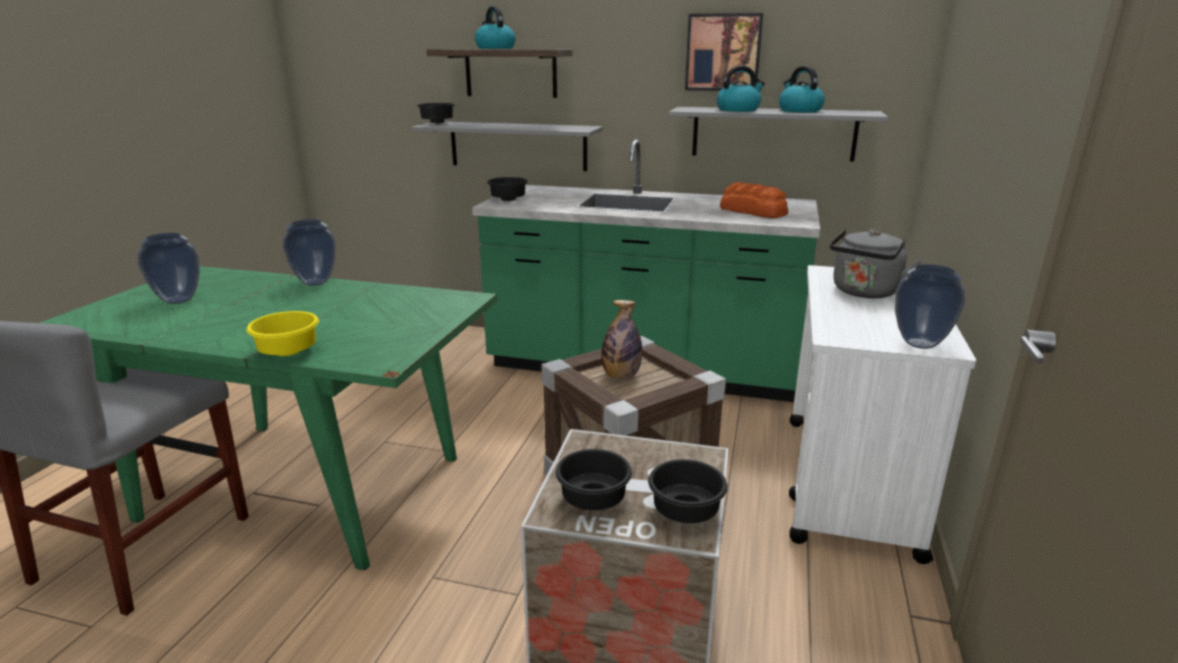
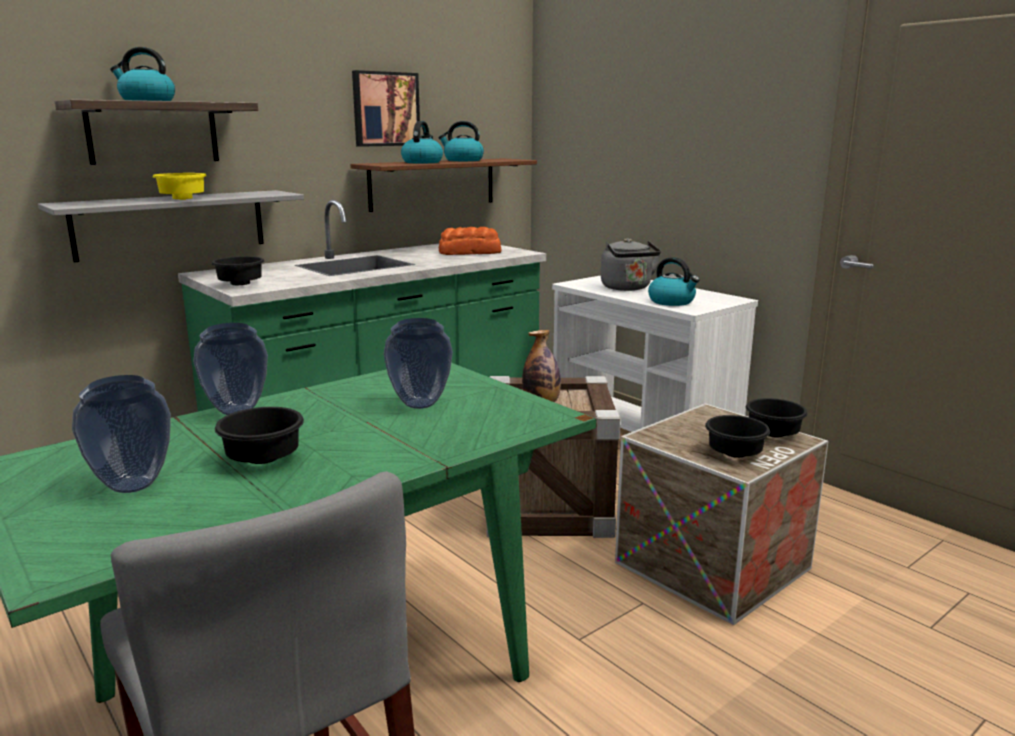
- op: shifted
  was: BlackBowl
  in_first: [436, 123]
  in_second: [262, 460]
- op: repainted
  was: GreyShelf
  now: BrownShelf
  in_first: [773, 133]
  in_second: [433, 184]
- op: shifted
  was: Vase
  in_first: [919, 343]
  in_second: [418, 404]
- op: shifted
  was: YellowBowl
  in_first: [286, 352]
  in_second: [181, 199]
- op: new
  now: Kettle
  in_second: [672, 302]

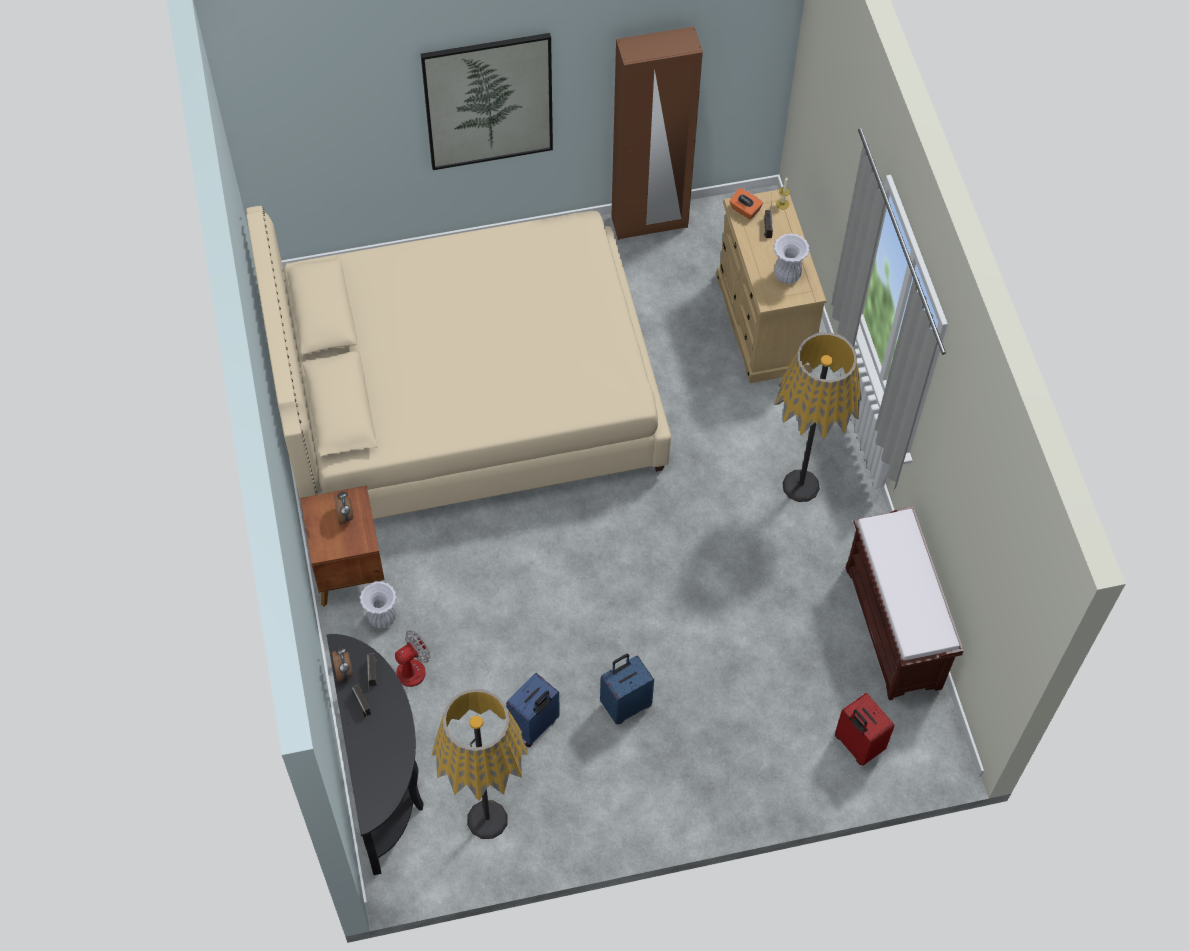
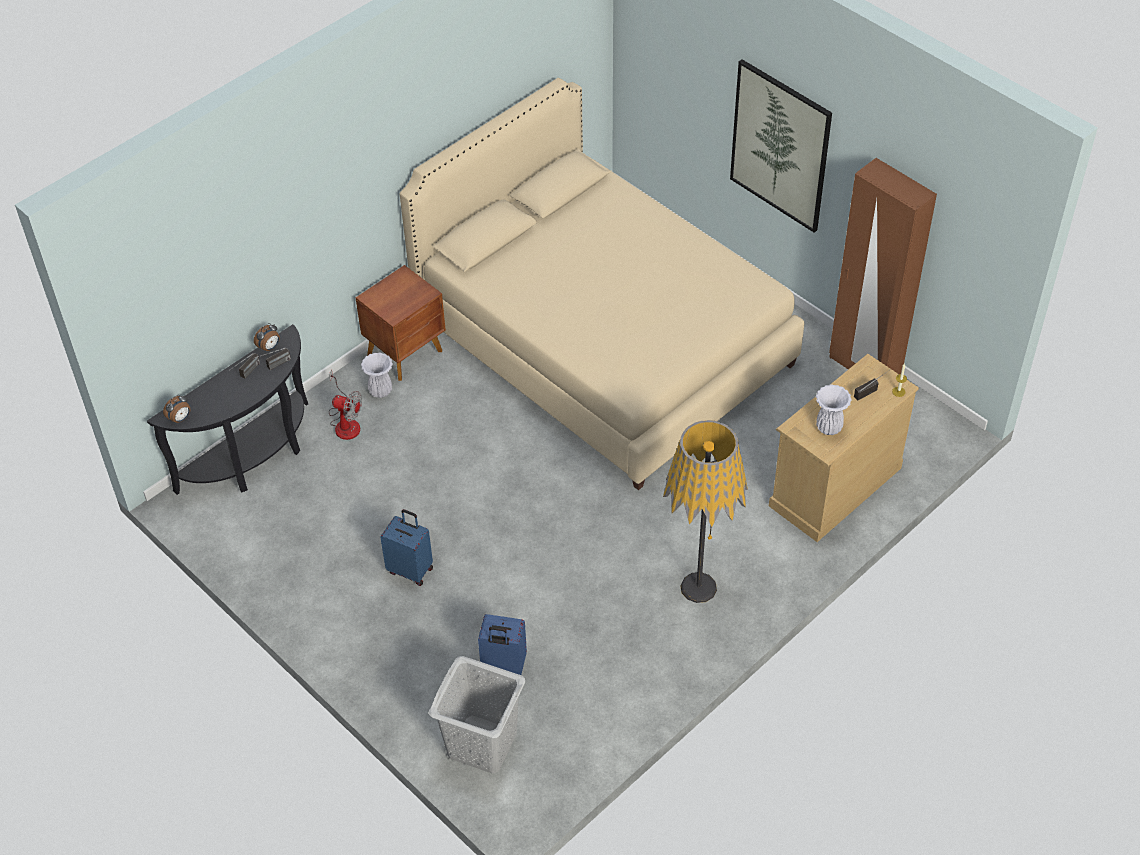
- op: gone
  was: OrangeTissueBox
  in_first: [744, 210]
- op: shifted
  was: AlarmClock
  in_first: [345, 516]
  in_second: [180, 419]
- op: gone
  was: BrownBench
  in_first: [894, 628]
- op: shifted
  was: BlueSuitcase
  in_first: [534, 726]
  in_second: [503, 667]
- op: gone
  was: FloorLamp
  in_first: [487, 820]
- op: swapped
  was: RedSuitcase
  now: GreyLaundryBasket
  in_first: [857, 745]
  in_second: [482, 743]

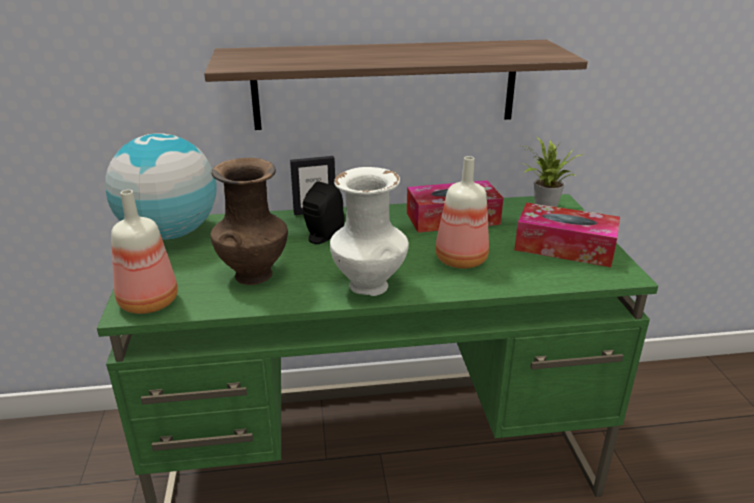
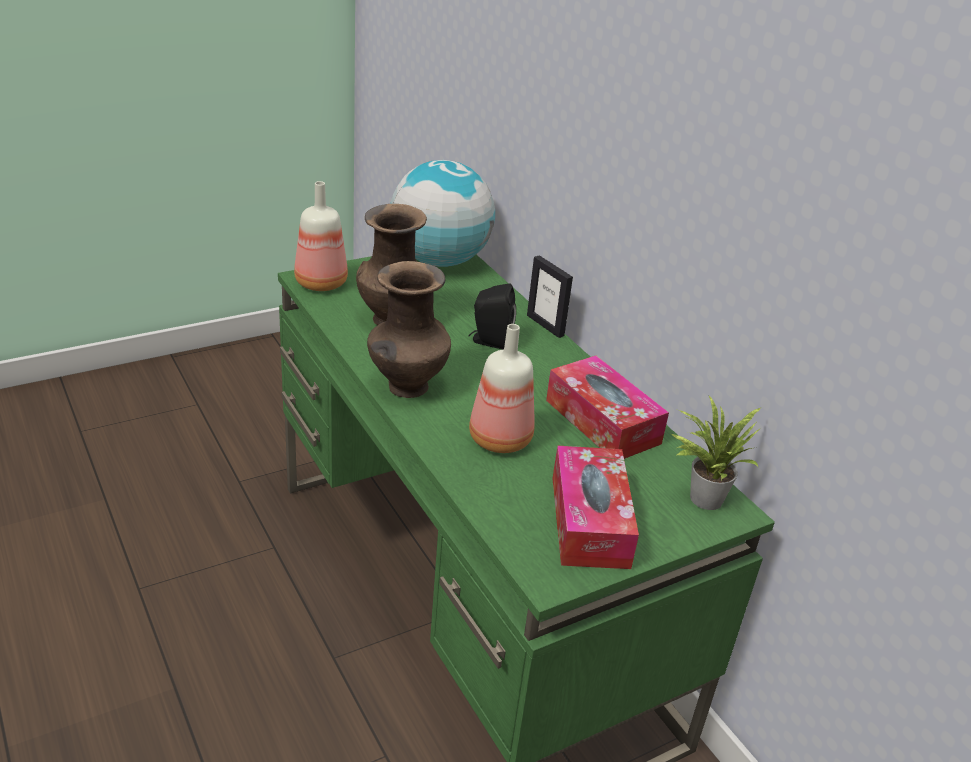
- op: gone
  was: Shelf
  in_first: [385, 84]
- op: repainted
  was: WhiteVase
  now: BrownVase
  in_first: [370, 287]
  in_second: [406, 387]

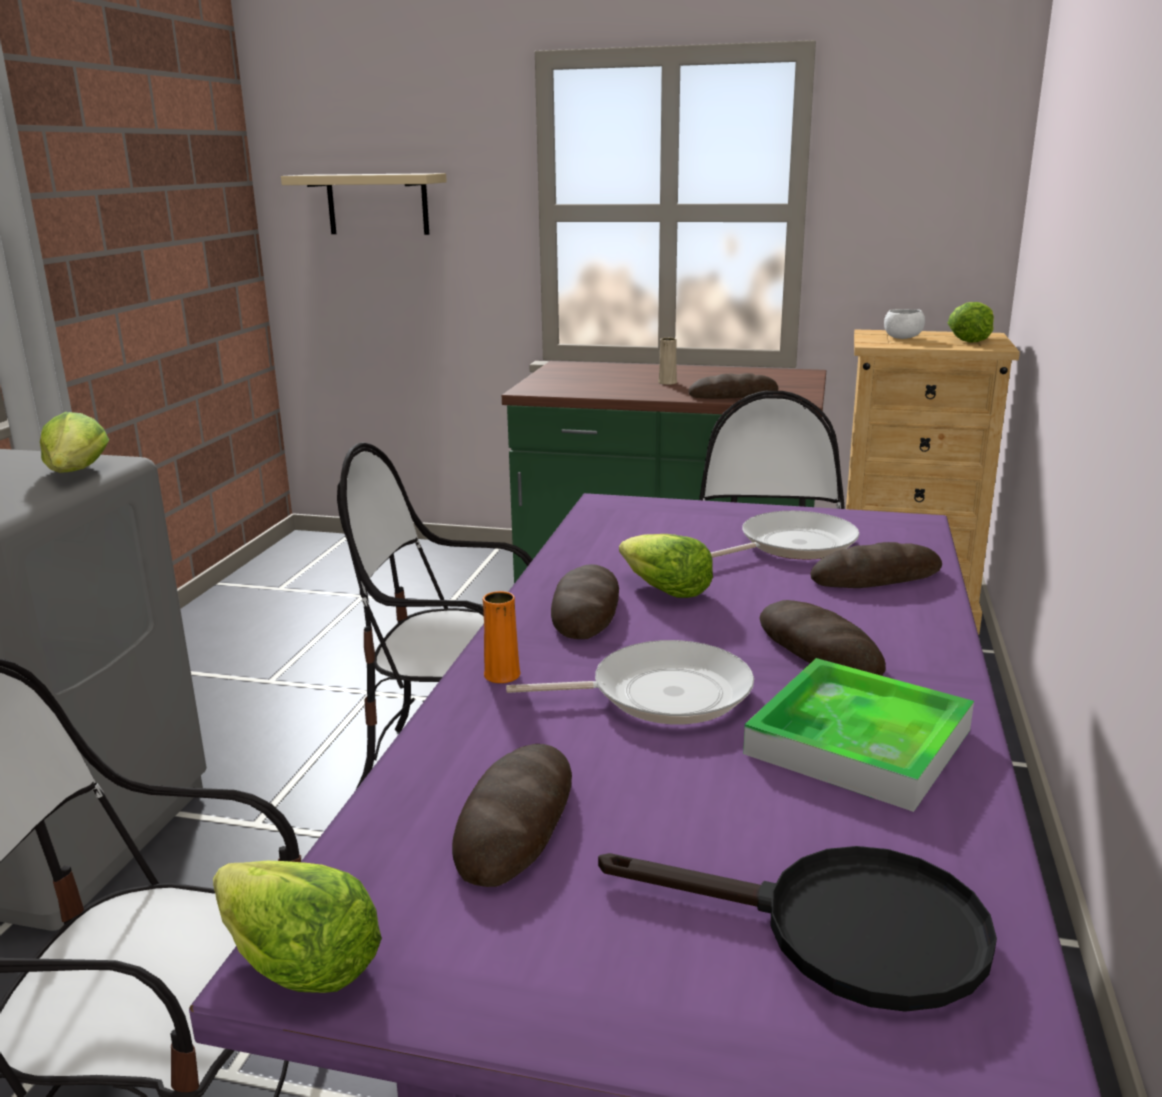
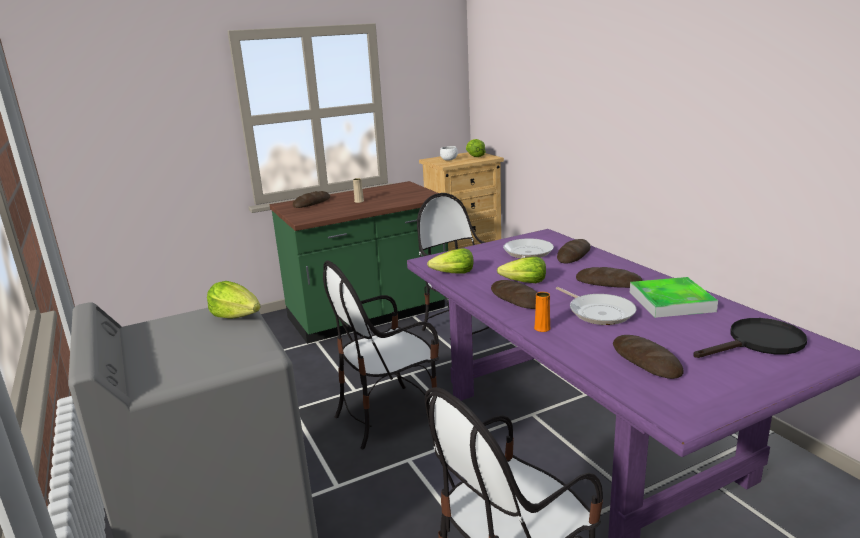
- op: gone
  was: BeigeShelf
  in_first: [377, 204]
- op: shifted
  was: Bread
  in_first: [733, 395]
  in_second: [312, 203]
- op: rotated
  was: FryingPan
  in_first: [661, 694]
  in_second: [599, 312]
  clockwise: 105
- op: shifted
  was: Lettuce
  in_first: [296, 963]
  in_second: [453, 274]

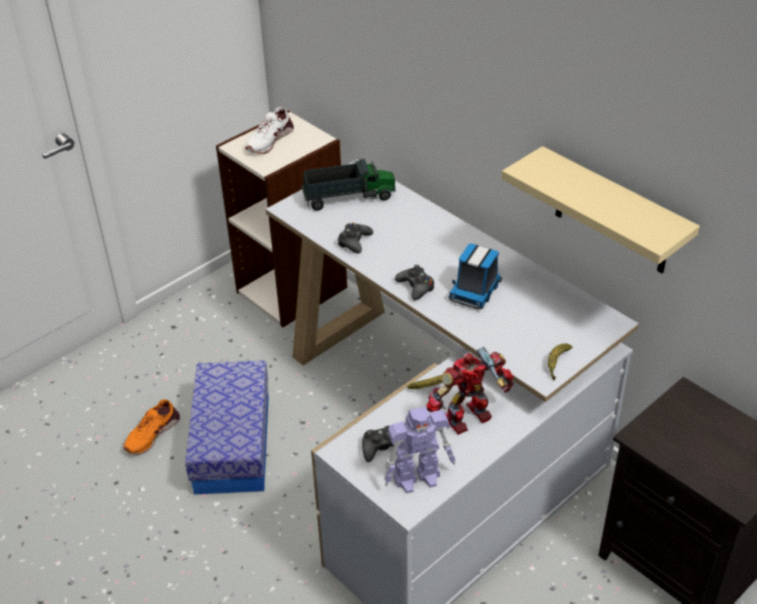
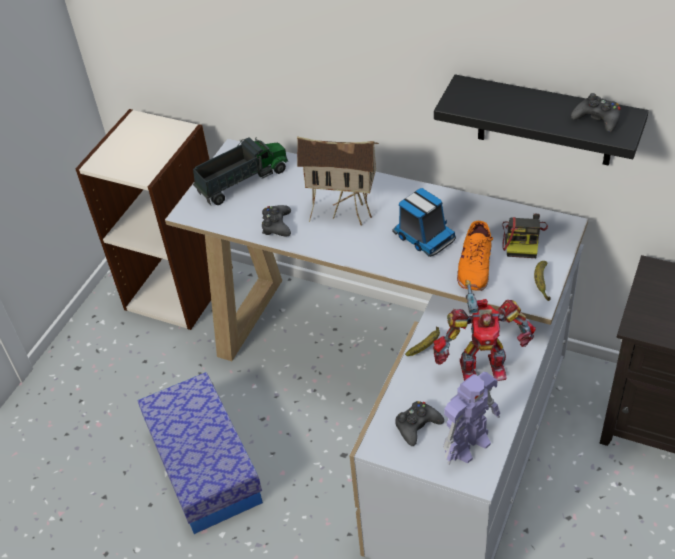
- op: gone
  was: WhiteShoe
  in_first: [269, 140]
- op: repainted
  was: BeigeShelf
  now: BlackShelf
  in_first: [612, 213]
  in_second: [545, 121]
- op: rotated
  was: ToyTruck
  in_first: [475, 290]
  in_second: [423, 236]
  clockwise: -45
- op: shifted
  was: BlackGameController
  in_first: [416, 287]
  in_second: [597, 119]
- op: rotated
  was: ToyRobot
  in_first: [469, 420]
  in_second: [481, 366]
  clockwise: -135
- op: shifted
  was: OrangeShoe
  in_first: [151, 434]
  in_second: [474, 265]
- op: new
  now: ToyHouse
  in_second: [343, 211]
- op: new
  now: PhotoCamera
  in_second: [523, 239]

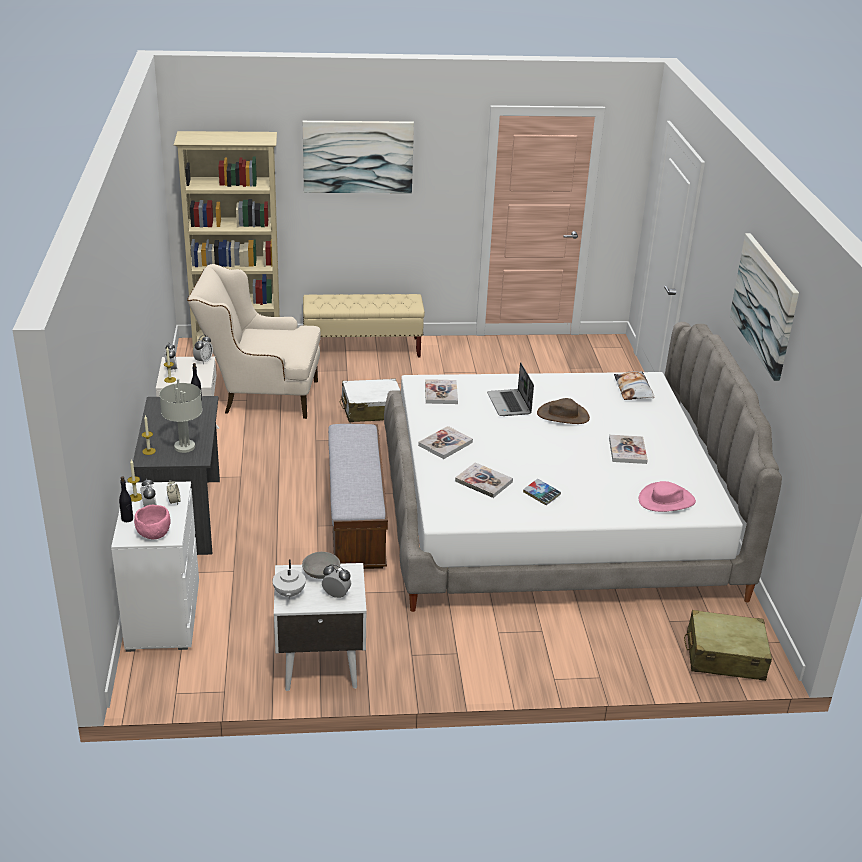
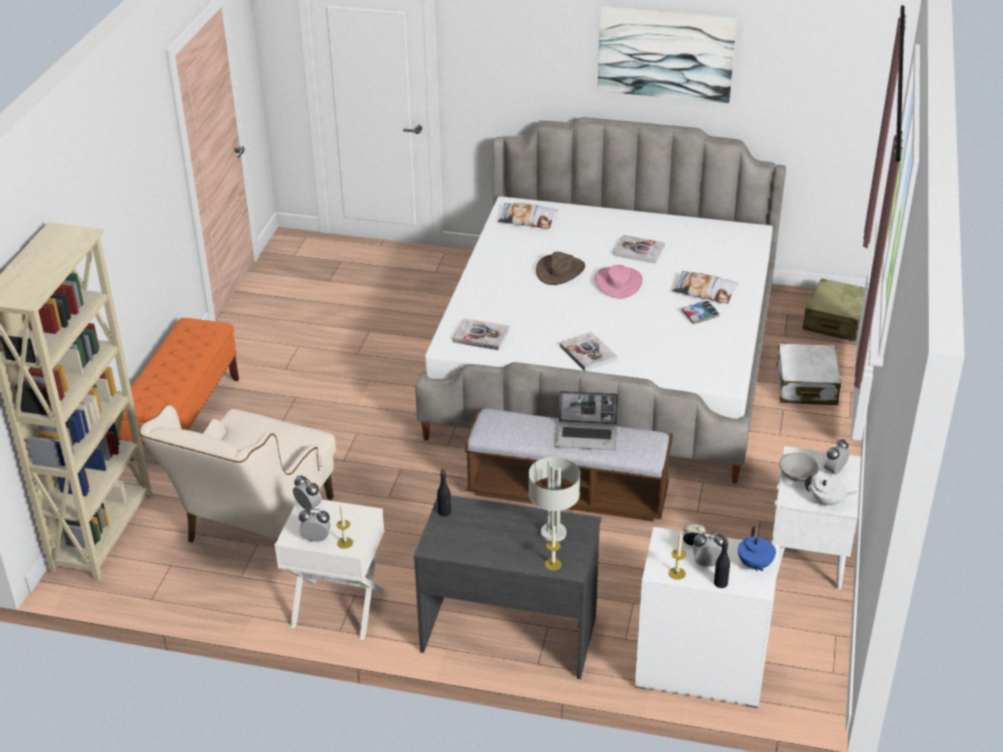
- op: gone
  was: Picture
  in_first: [358, 156]
- op: repainted
  was: BeigeBench
  now: OrangeBench
  in_first: [363, 348]
  in_second: [185, 421]
- op: shifted
  was: Laptop
  in_first: [510, 404]
  in_second: [587, 436]
- op: shifted
  was: WhiteSuitcase
  in_first: [372, 410]
  in_second: [806, 385]
- op: gone
  was: Book
  in_first: [483, 481]
- op: shifted
  was: PinkHat
  in_first: [666, 500]
  in_second: [618, 283]
- op: swapped
  was: PinkBowl
  now: BlueTeapot
  in_first: [153, 533]
  in_second: [754, 564]
- op: new
  now: Pillow
  in_second: [705, 291]

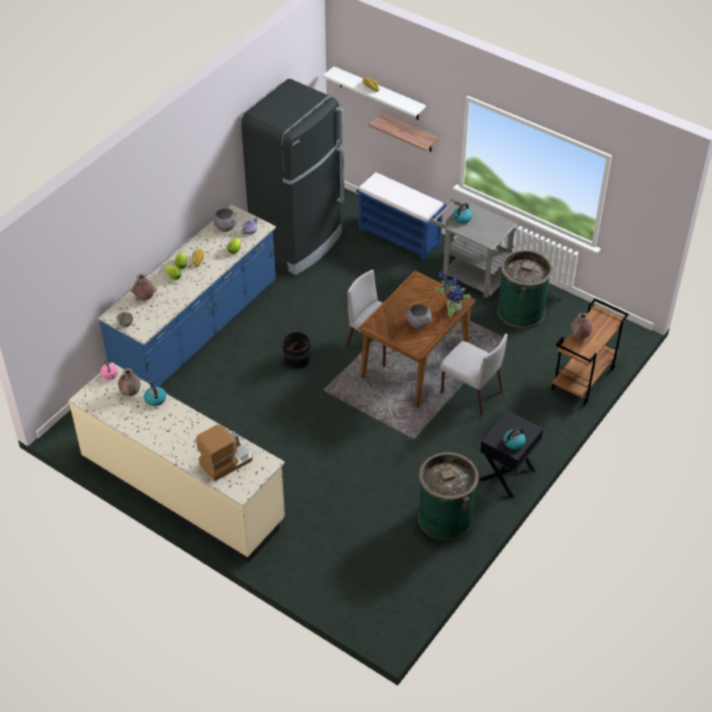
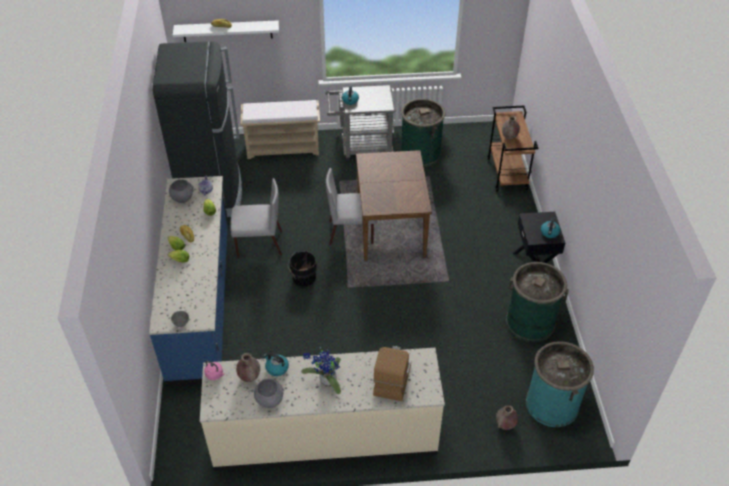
- op: gone
  was: Shelf
  in_first: [409, 133]
- op: repainted
  was: BlueBench
  now: BeigeBench
  in_first: [400, 236]
  in_second: [283, 148]
- op: shifted
  was: PottedPlant
  in_first: [451, 308]
  in_second: [326, 381]
- op: shifted
  was: BrownVase
  in_first: [144, 298]
  in_second: [505, 425]
- op: shifted
  was: GreyBowl
  in_first: [418, 324]
  in_second: [269, 400]
- op: shifted
  was: GreyChair
  in_first: [470, 392]
  in_second: [259, 244]
- op: new
  now: TurquoiseTrashCan
  in_second: [552, 404]

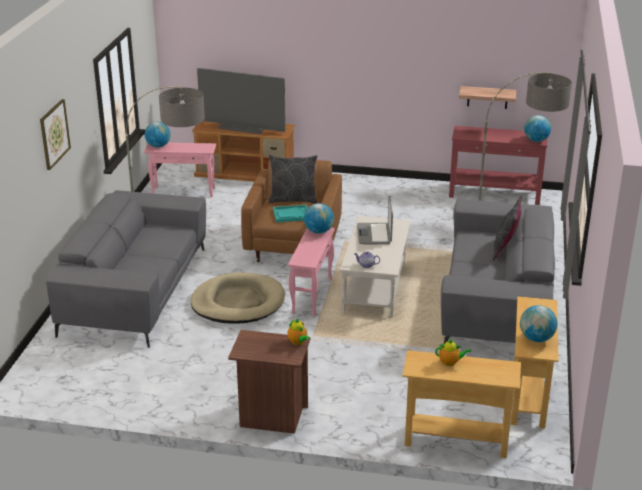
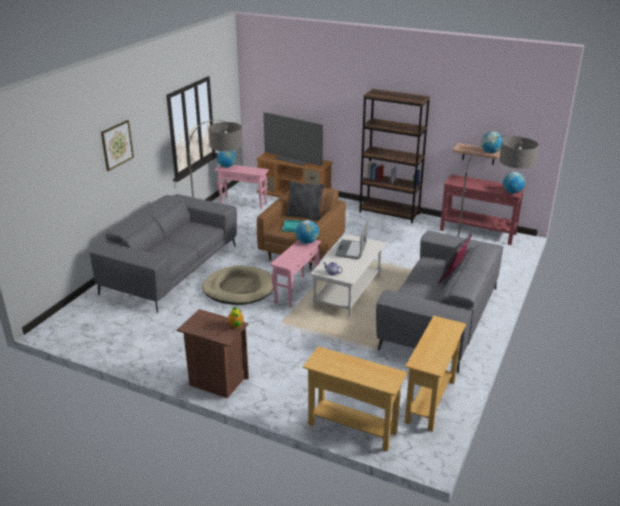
- op: shifted
  was: Globe
  in_first: [536, 339]
  in_second: [490, 152]
- op: gone
  was: Teapot
  in_first: [450, 362]
- op: new
  now: BrownBookcase
  in_second: [389, 213]

